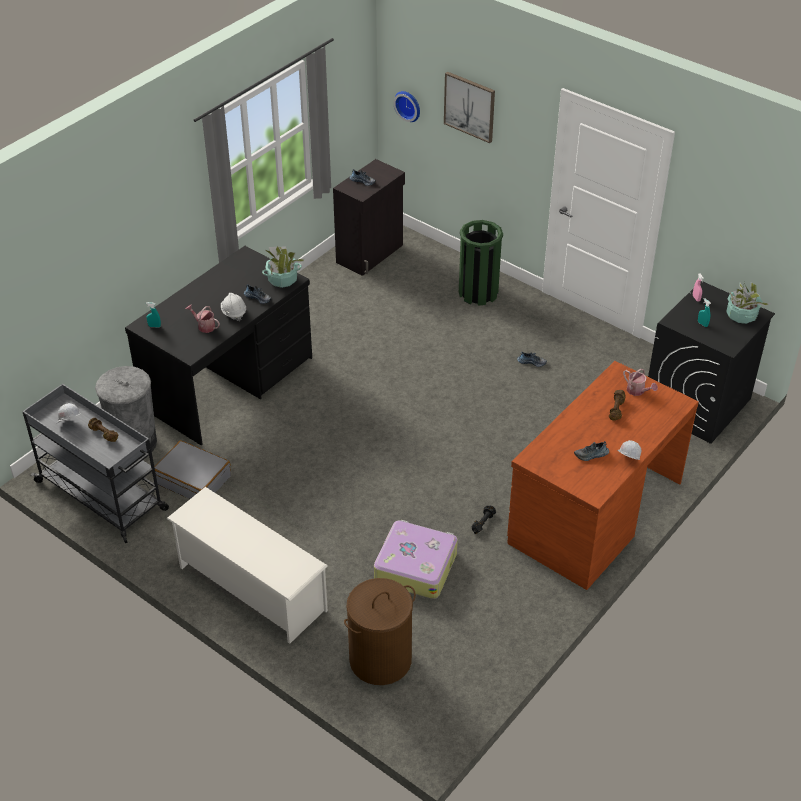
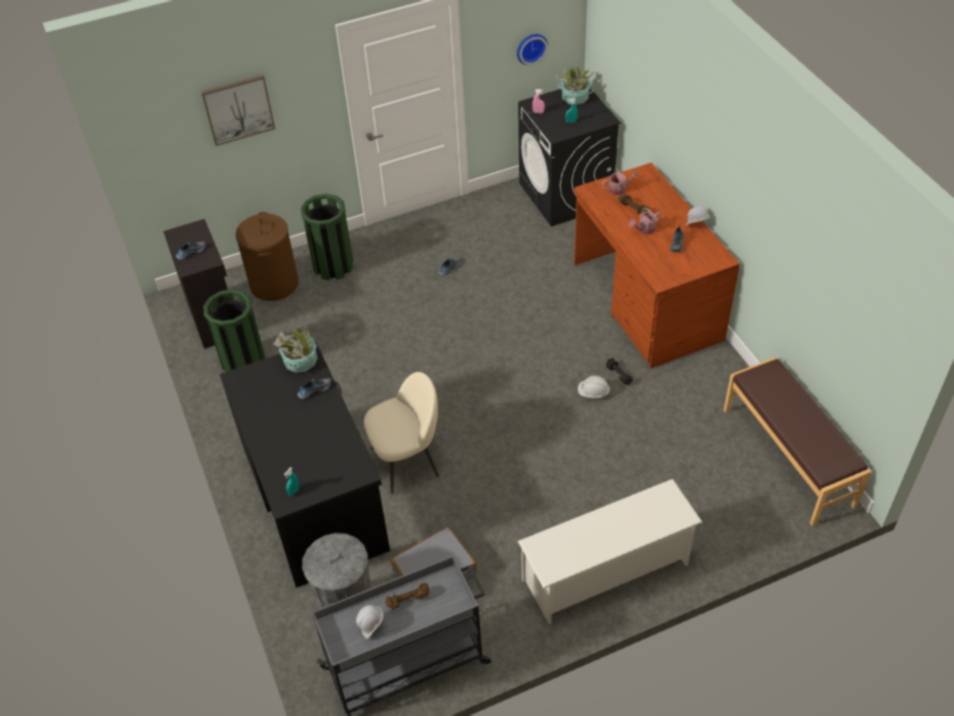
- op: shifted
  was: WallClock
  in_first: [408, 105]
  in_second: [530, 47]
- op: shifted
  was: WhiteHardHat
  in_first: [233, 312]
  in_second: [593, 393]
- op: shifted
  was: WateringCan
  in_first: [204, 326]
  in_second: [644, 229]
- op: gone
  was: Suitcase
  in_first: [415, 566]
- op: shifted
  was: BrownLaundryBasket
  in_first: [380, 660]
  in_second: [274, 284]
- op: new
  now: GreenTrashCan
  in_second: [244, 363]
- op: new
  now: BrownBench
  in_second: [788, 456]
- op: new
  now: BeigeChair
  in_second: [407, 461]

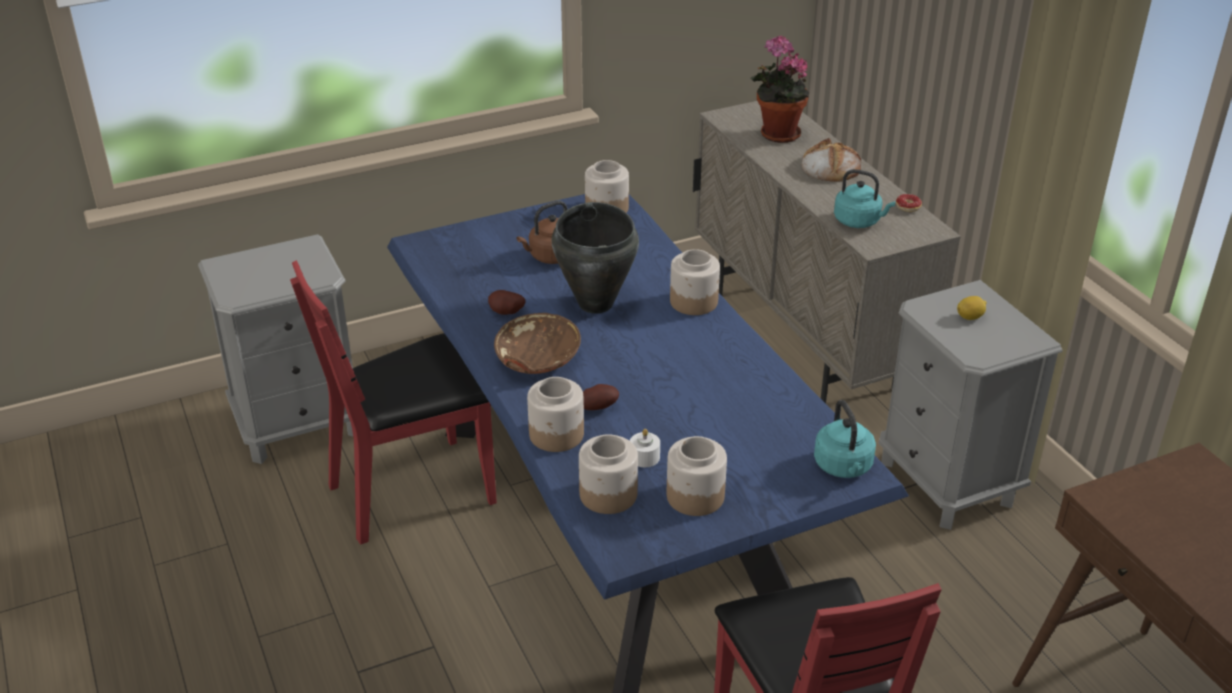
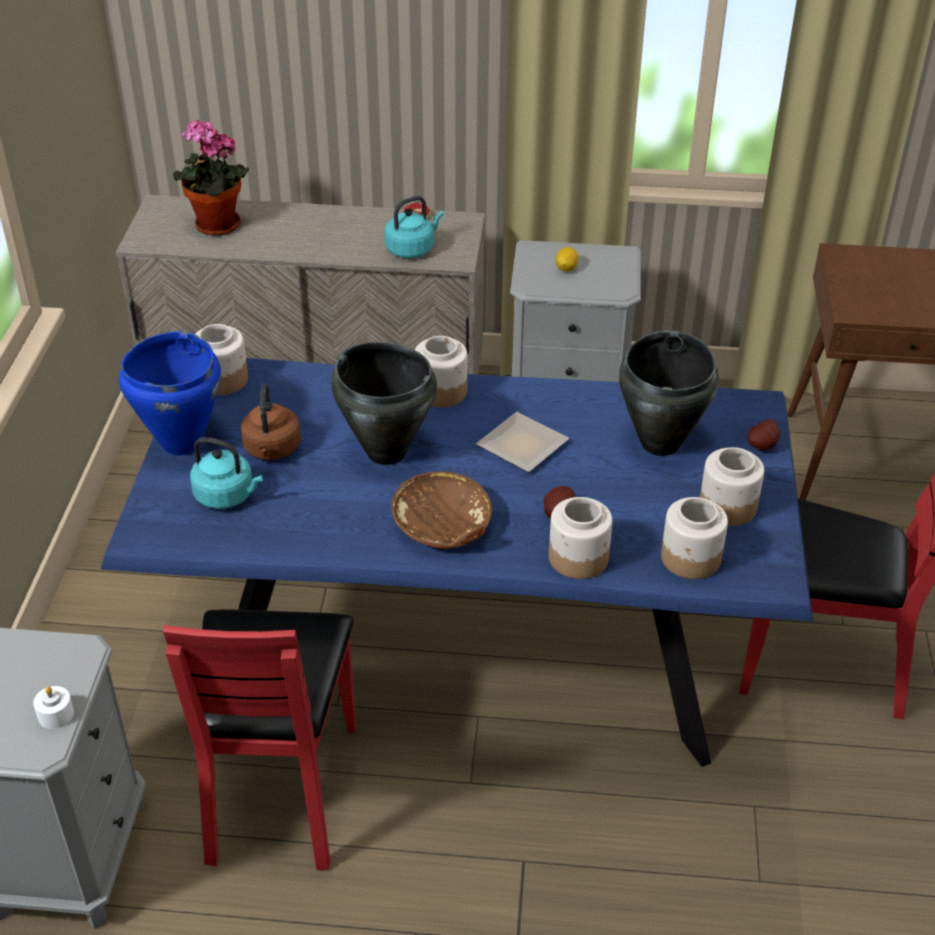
- op: gone
  was: Bread
  in_first: [830, 167]
- op: shifted
  was: Potato
  in_first: [506, 313]
  in_second: [763, 446]
- op: shifted
  was: TurquoiseKettle
  in_first: [844, 467]
  in_second: [227, 496]
- op: shifted
  was: WhiteCandle
  in_first: [644, 457]
  in_second: [56, 714]
- op: new
  now: BlackCookingPot
  in_second: [661, 443]
- op: new
  now: BlueCookingPot
  in_second: [180, 443]
- op: new
  now: Plate
  in_second: [525, 445]

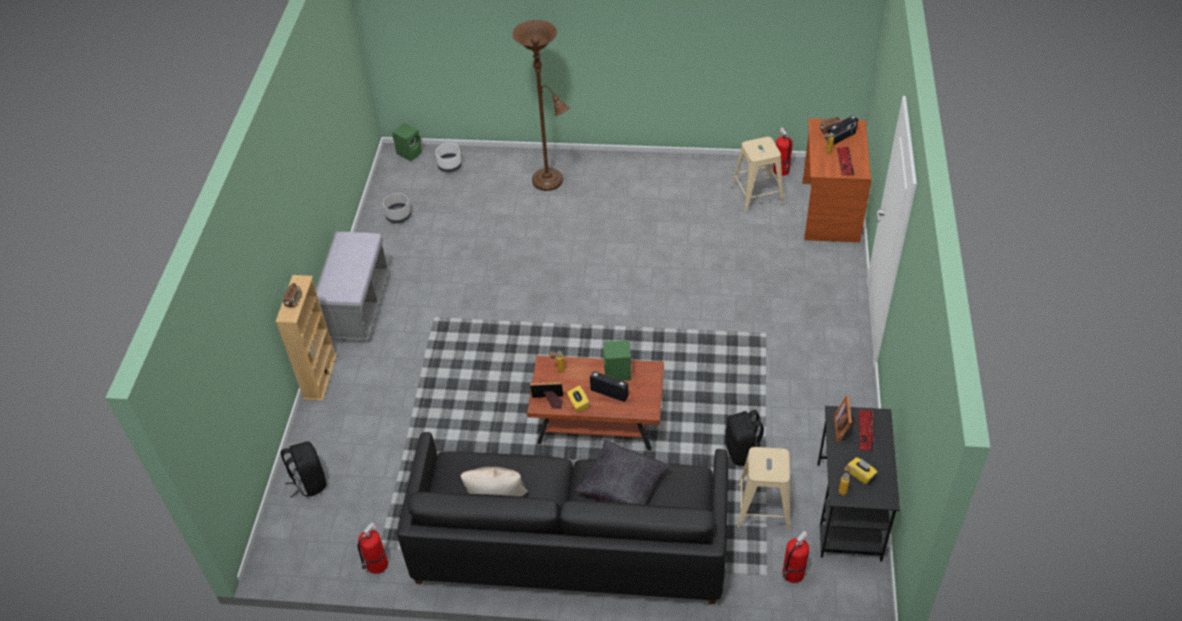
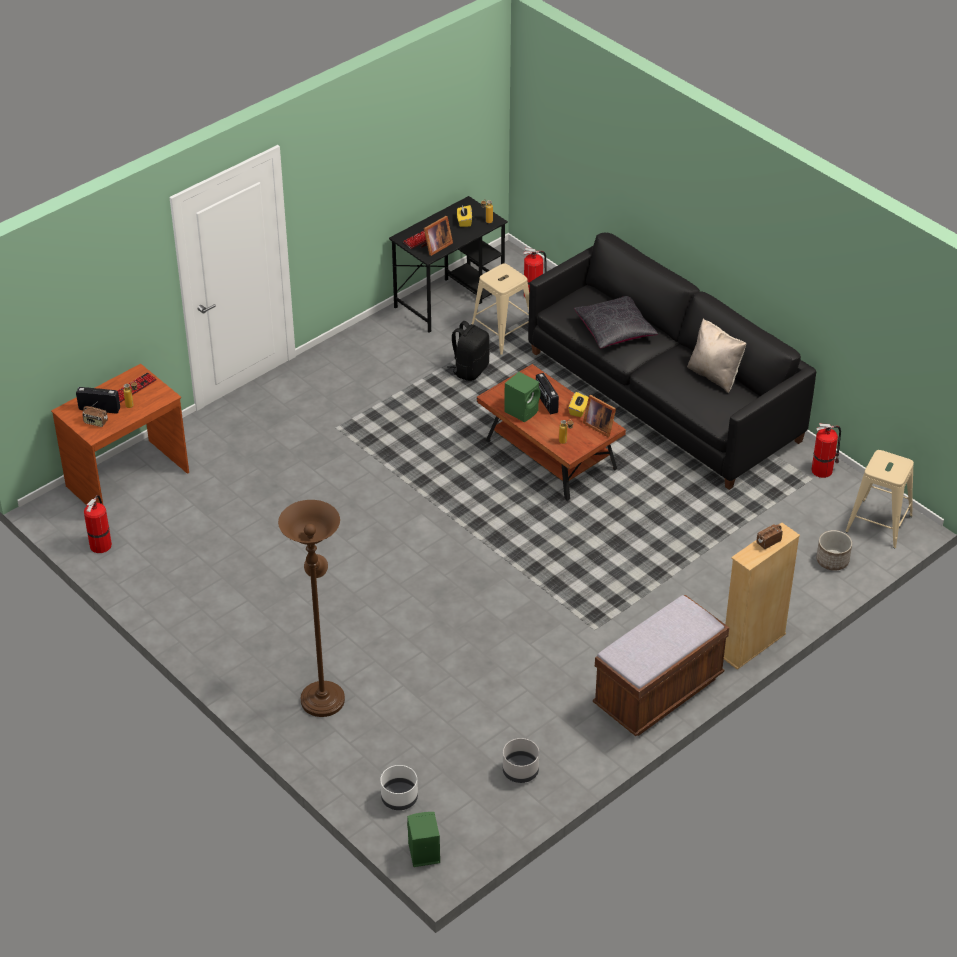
- op: shifted
  was: BeigeStool
  in_first: [757, 195]
  in_second: [878, 523]
- op: repainted
  was: GreyBench
  now: BrownBench
  in_first: [357, 307]
  in_second: [658, 692]
- op: swapped
  was: BlackBackpack
  now: Planter
  in_first: [309, 482]
  in_second: [832, 561]

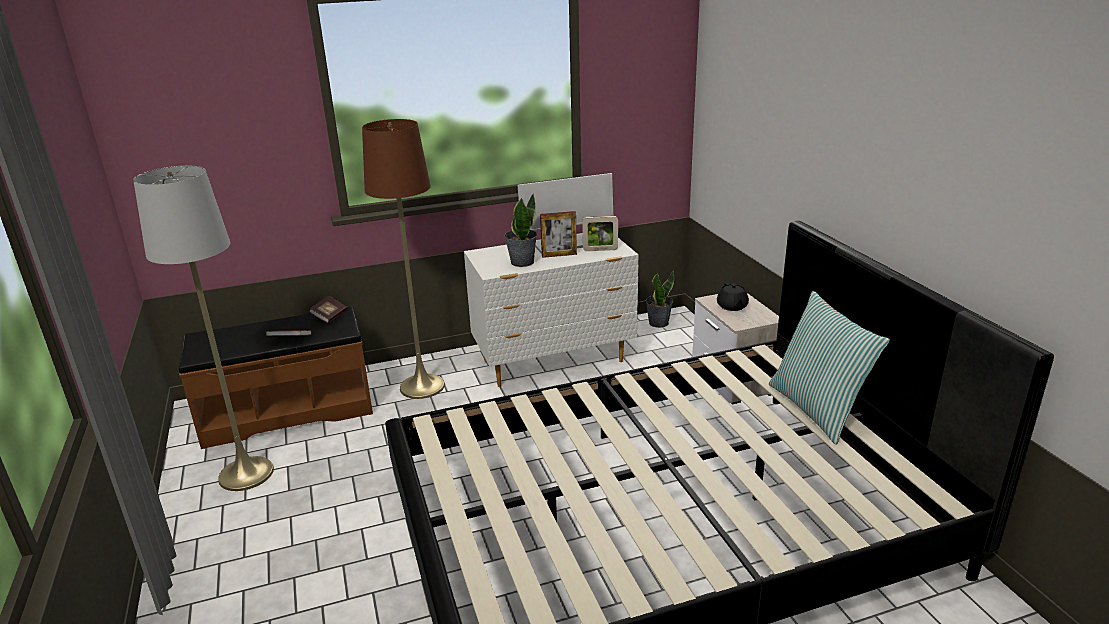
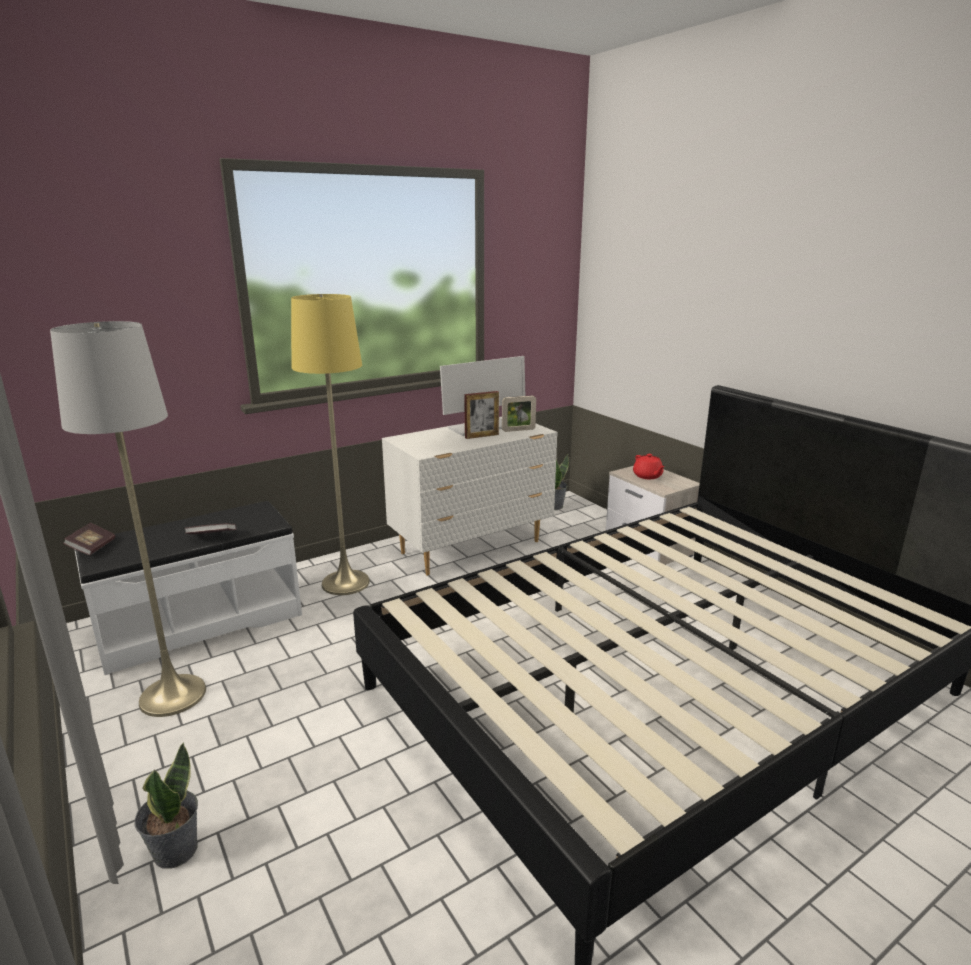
- op: repainted
  was: BrownFloorLamp
  now: YellowFloorLamp
  in_first: [422, 386]
  in_second: [345, 583]
- op: shifted
  was: PottedPlant
  in_first: [522, 262]
  in_second: [175, 850]
- op: repainted
  was: BlackTeapot
  now: RedTeapot
  in_first: [732, 307]
  in_second: [647, 476]
- op: gone
  was: Pillow
  in_first: [817, 409]
- op: shifted
  was: Book
  in_first: [329, 316]
  in_second: [92, 548]
- op: repainted
  was: BrownBench
  now: WhiteBench
  in_first: [288, 411]
  in_second: [201, 623]

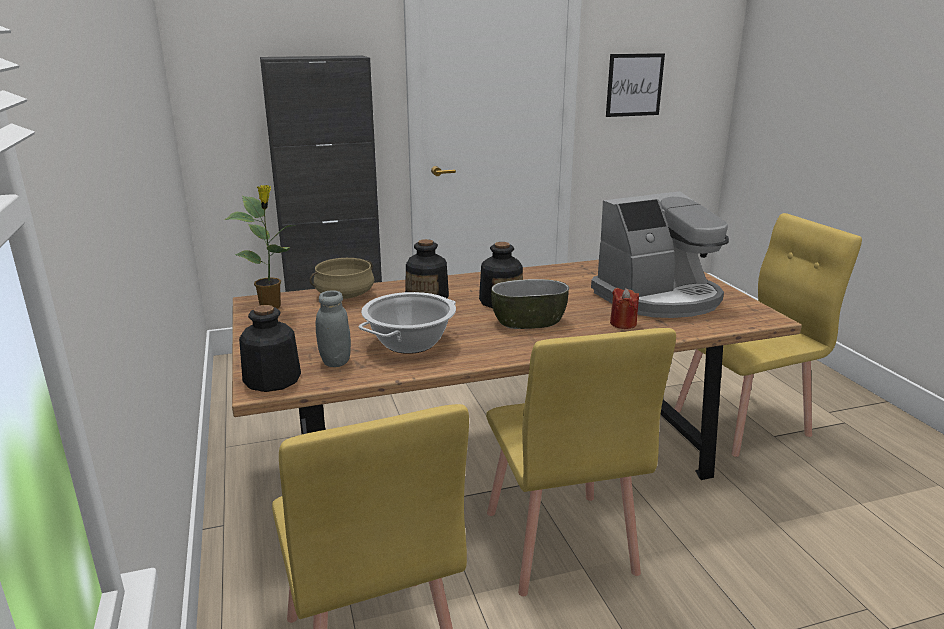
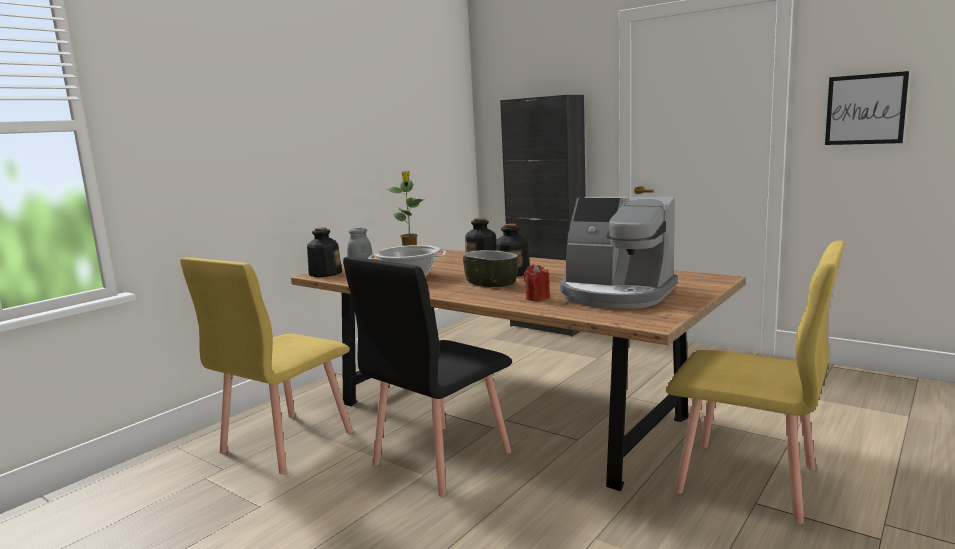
- op: gone
  was: BeigeCookingPot
  in_first: [345, 295]
- op: repainted
  was: YellowChair
  now: BlackChair
  in_first: [558, 543]
  in_second: [440, 458]

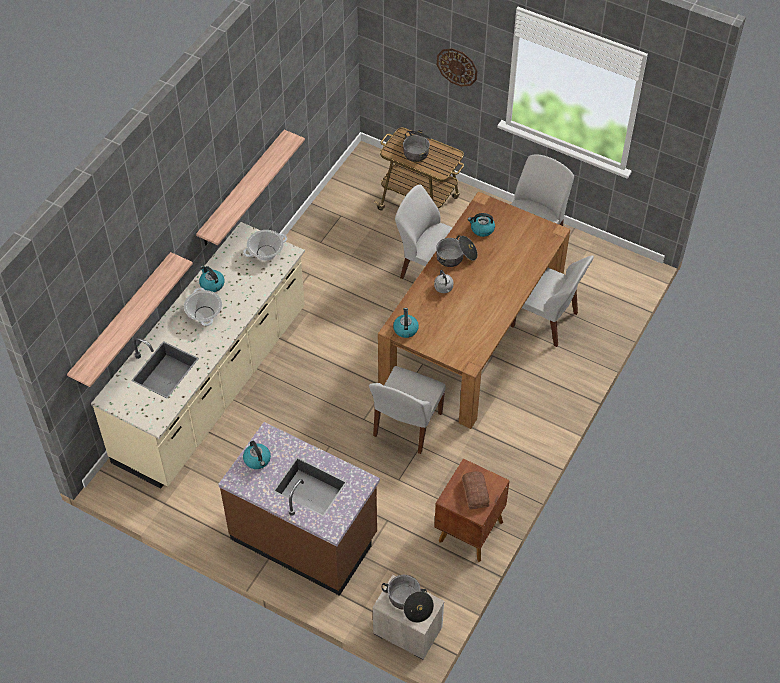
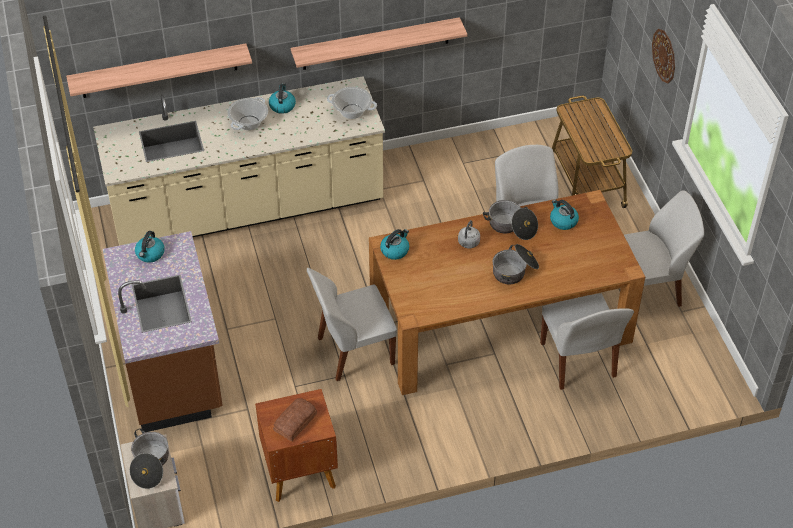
- op: shifted
  was: CookingPot
  in_first: [417, 149]
  in_second: [515, 270]

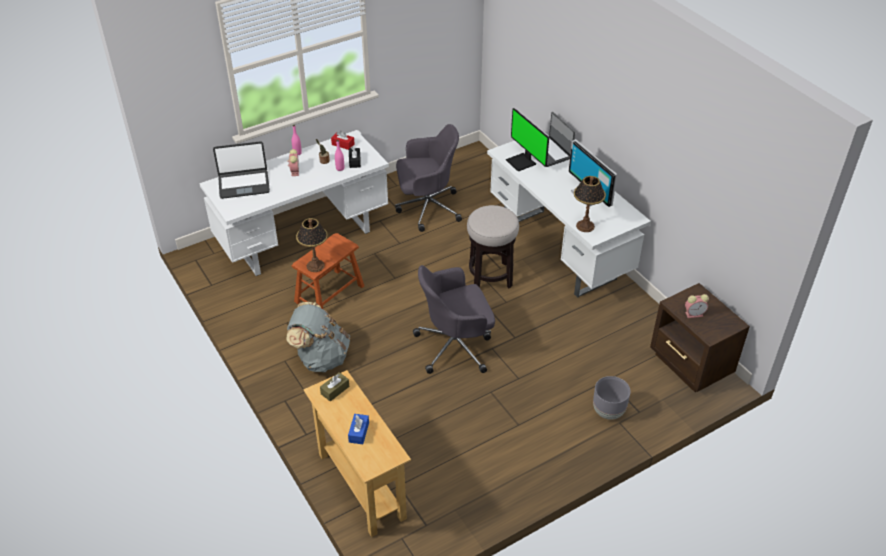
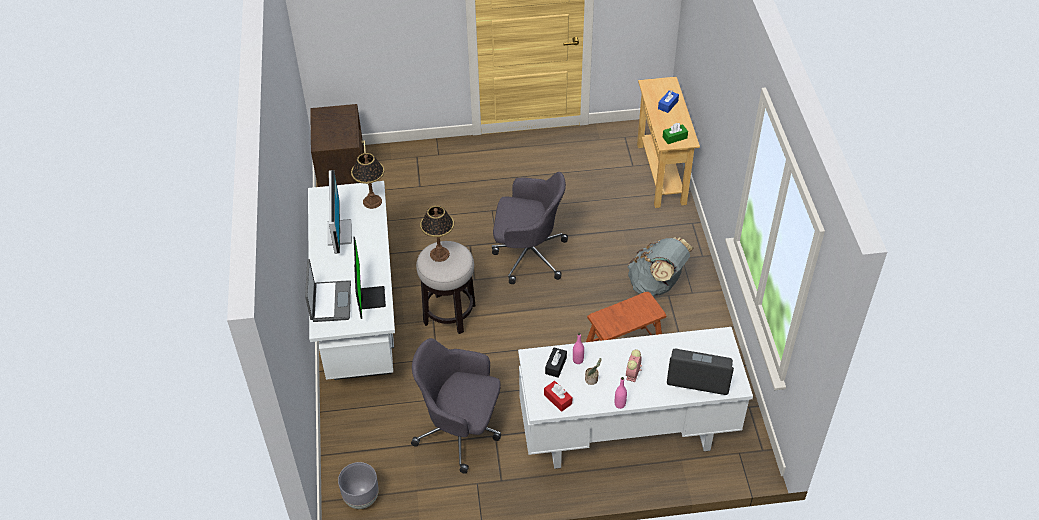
- op: shifted
  was: TableLamp
  in_first: [315, 266]
  in_second: [439, 254]
- op: gone
  was: AlarmClock
  in_first: [694, 314]
- op: repainted
  was: BrownTissueBox
  now: GreenTissueBox
  in_first: [335, 390]
  in_second: [674, 137]
- op: shifted
  was: GreyPlanter
  in_first: [608, 411]
  in_second: [361, 498]

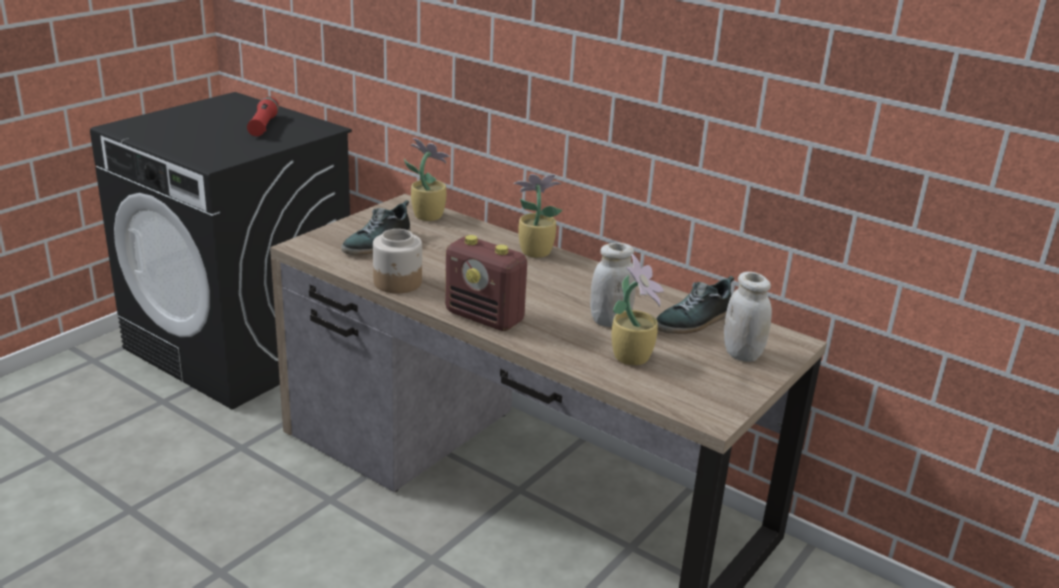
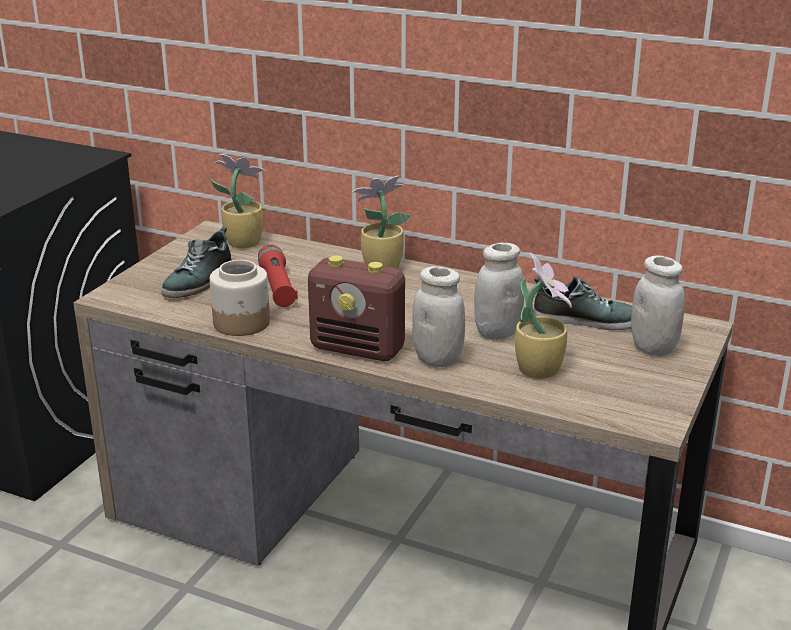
- op: shifted
  was: RedFlashlight
  in_first: [263, 126]
  in_second: [277, 287]
- op: rotated
  was: Shoe
  in_first: [694, 321]
  in_second: [587, 320]
  clockwise: -120
- op: new
  now: WhiteJar
  in_second: [438, 359]

